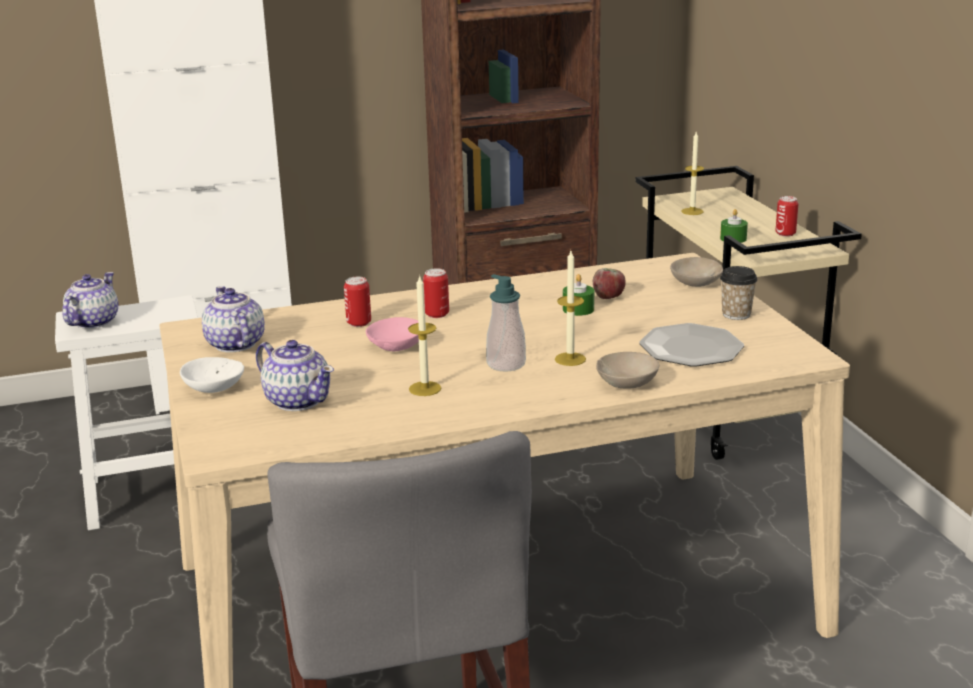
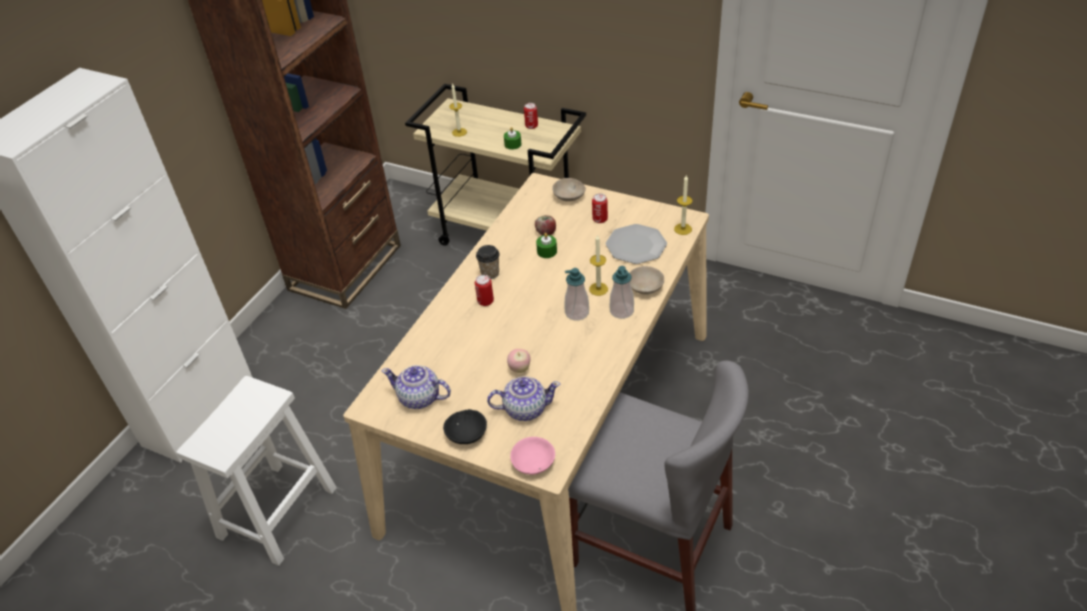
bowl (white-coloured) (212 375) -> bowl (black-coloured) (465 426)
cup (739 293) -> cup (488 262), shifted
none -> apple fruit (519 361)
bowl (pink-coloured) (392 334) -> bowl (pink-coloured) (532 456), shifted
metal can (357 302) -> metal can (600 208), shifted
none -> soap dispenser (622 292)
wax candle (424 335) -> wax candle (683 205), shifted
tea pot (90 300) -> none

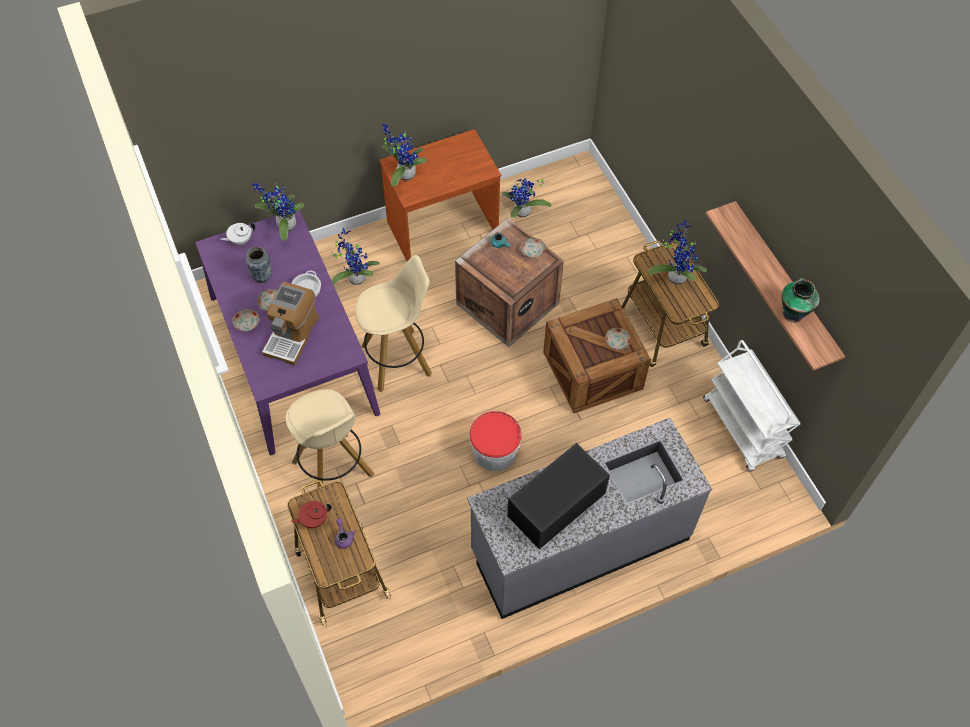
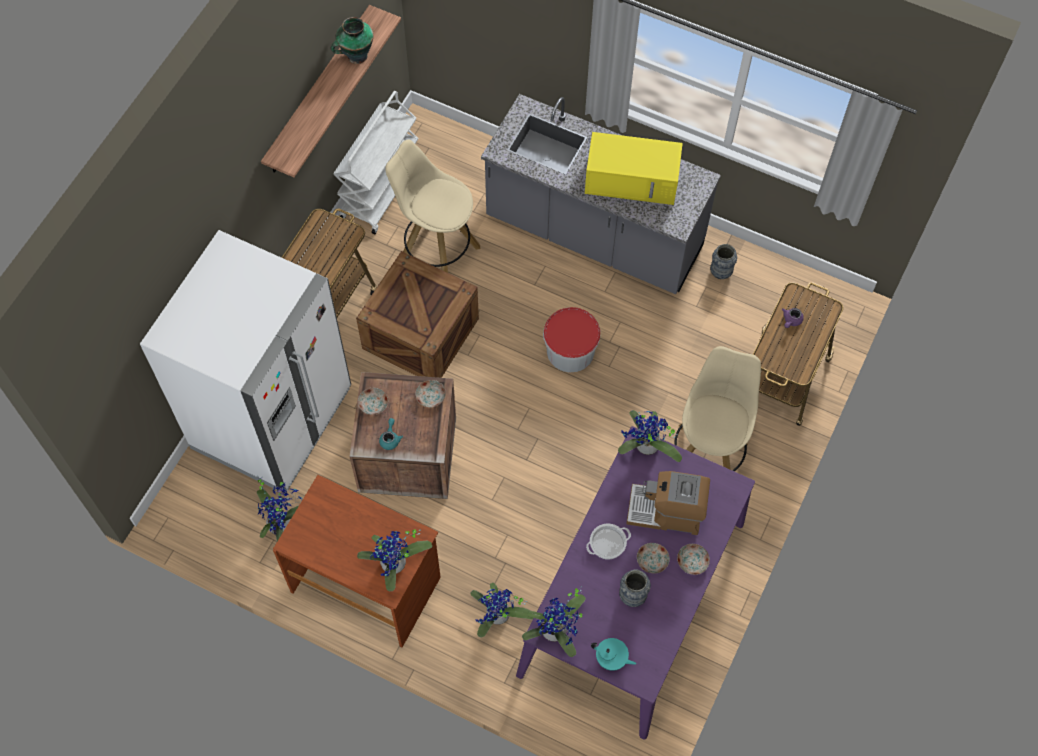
none -> refrigerator (white-coloured) (245 361)
sitting stool (sand-coloured) (393 323) -> sitting stool (sand-coloured) (432 206), shifted
plate (618 339) -> plate (430 393), shifted
kitchen microwave (black-coloured) (558 496) -> kitchen microwave (yellow) (634 168)
tea pot (white-coloured) (237 233) -> tea pot (blue-green) (613 654)
houseplant (677 252) -> houseplant (650 436), shifted
coffee machine (290 324) -> coffee machine (668 503), 150 degrees counterclockwise
none -> vase (723 261)
tea pot (red) (311 514) -> none

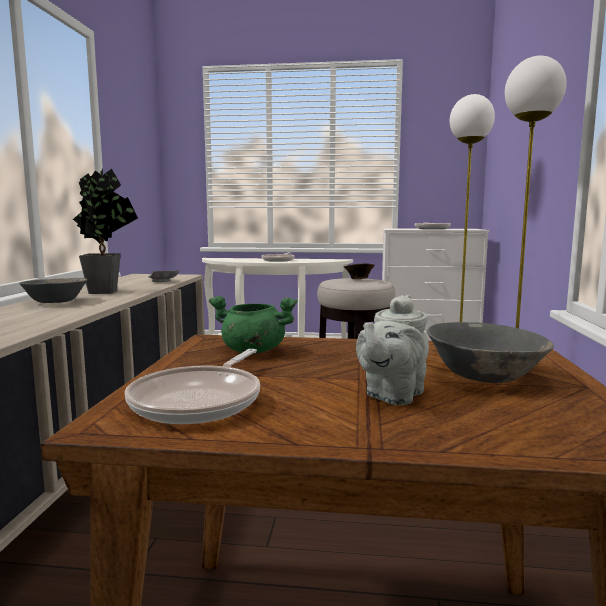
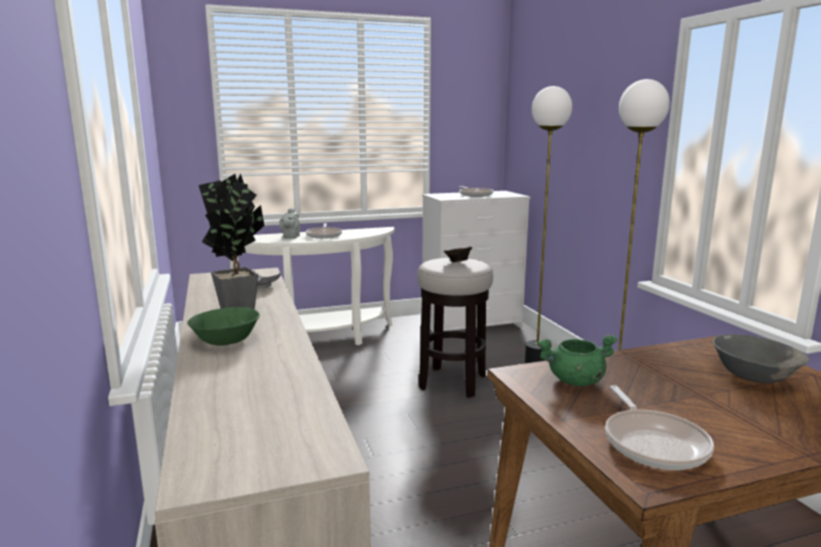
bowl (gray) (53 290) -> bowl (greenish) (223 326)
tea pot (gray) (392 350) -> tea pot (gray) (289 223), shifted

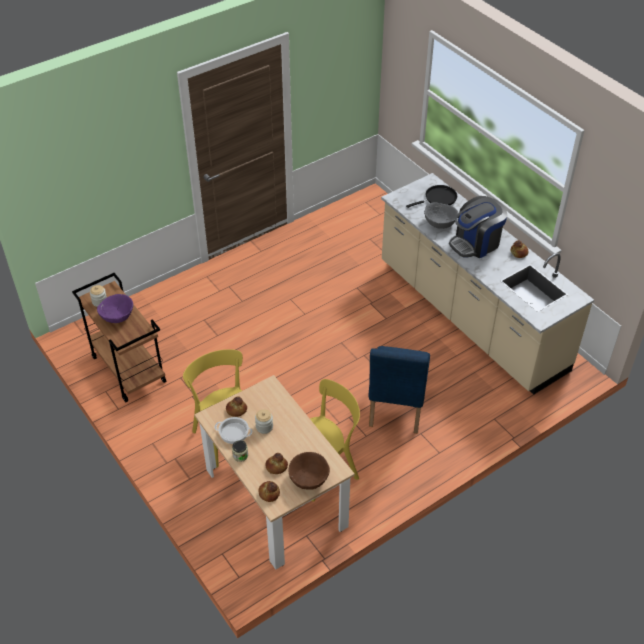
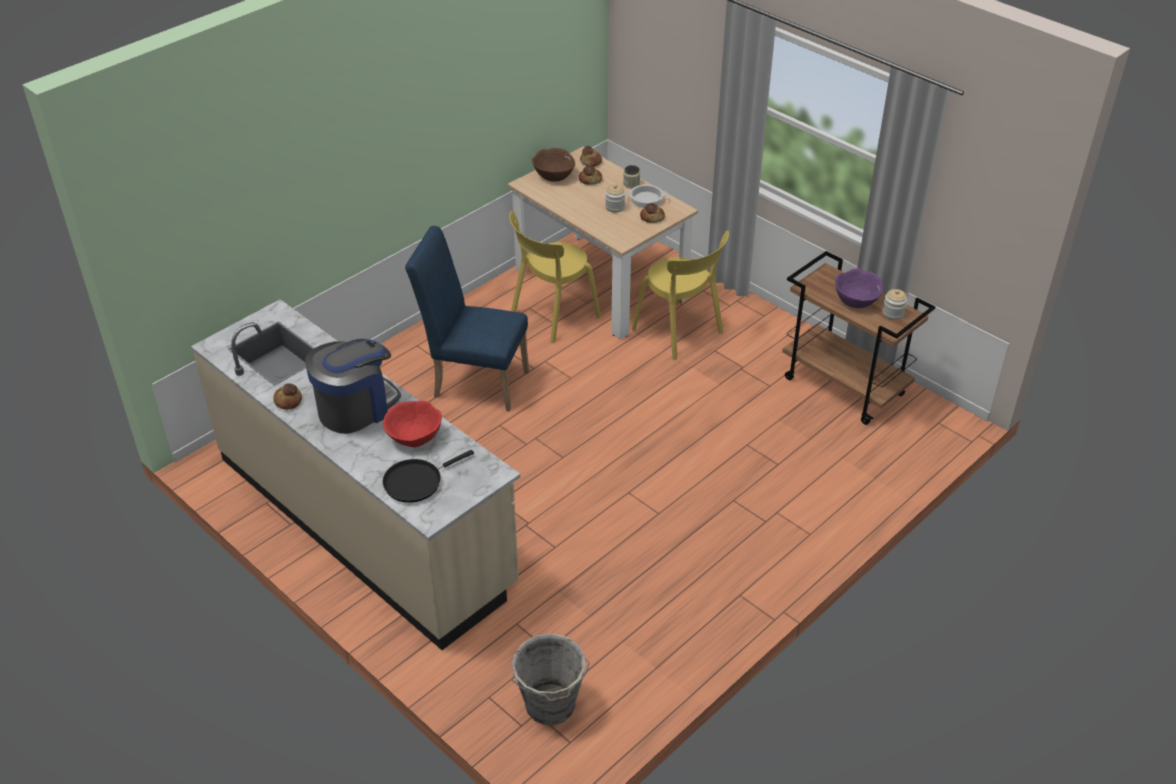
bowl (gray) (441 215) -> bowl (red) (412 424)
upright chair (bluish) (399 390) -> upright chair (bluish) (467 319), 75 degrees counterclockwise
none -> water bucket (gray) (551 679)

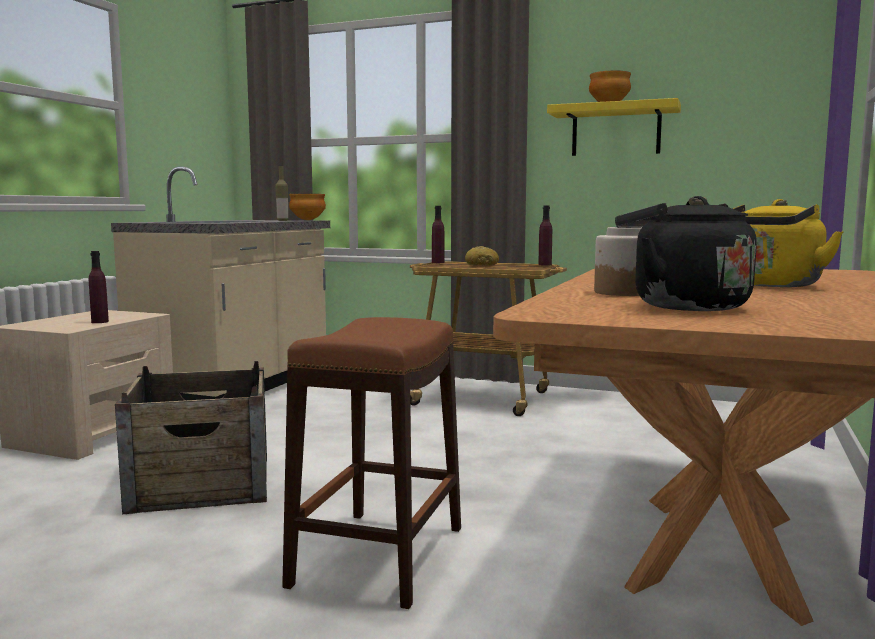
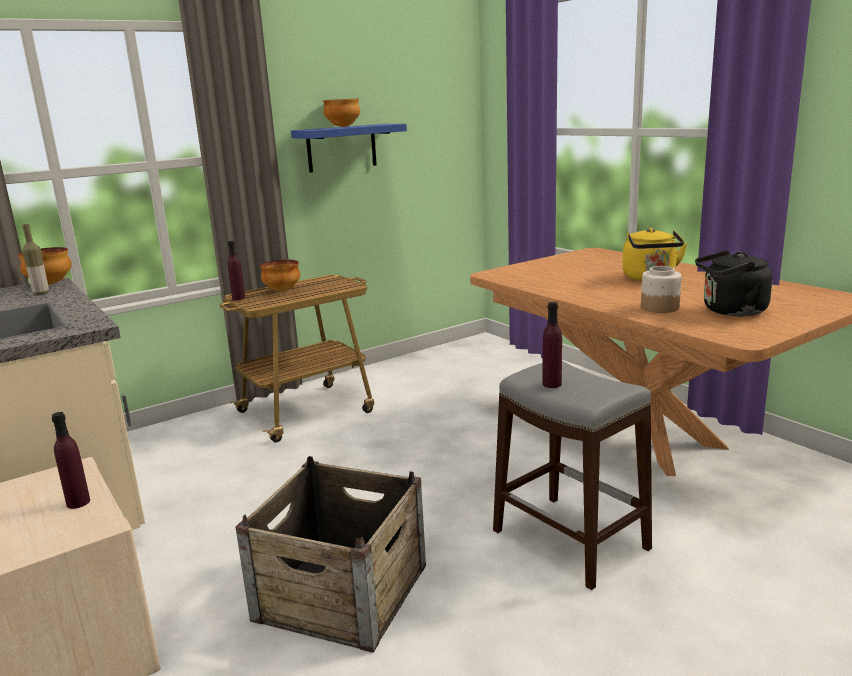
baked bread (482 255) -> bowl (280 275)
shelf (yellow) (614 127) -> shelf (bluish) (349 148)
sitting stool (brownish) (371 463) -> sitting stool (gray) (572 475)
bottle (purple-coloured) (545 235) -> bottle (purple-coloured) (552 345), shifted

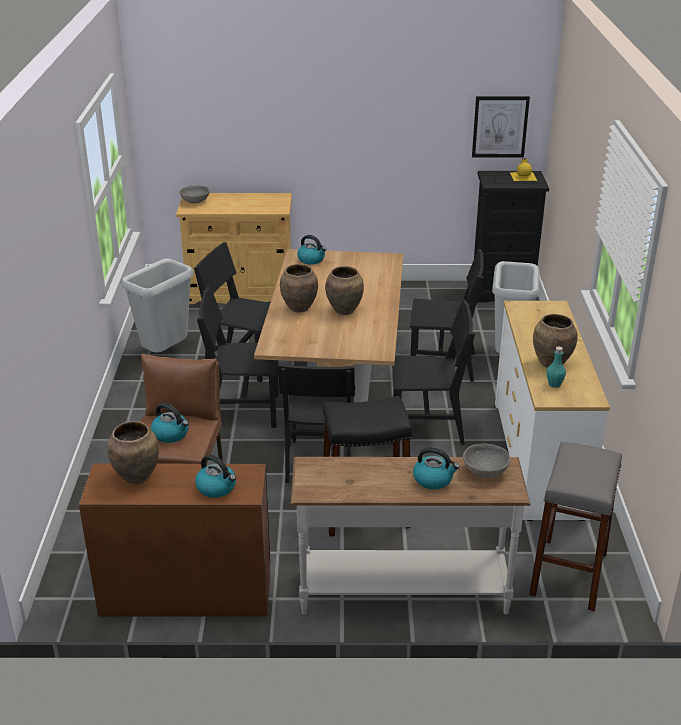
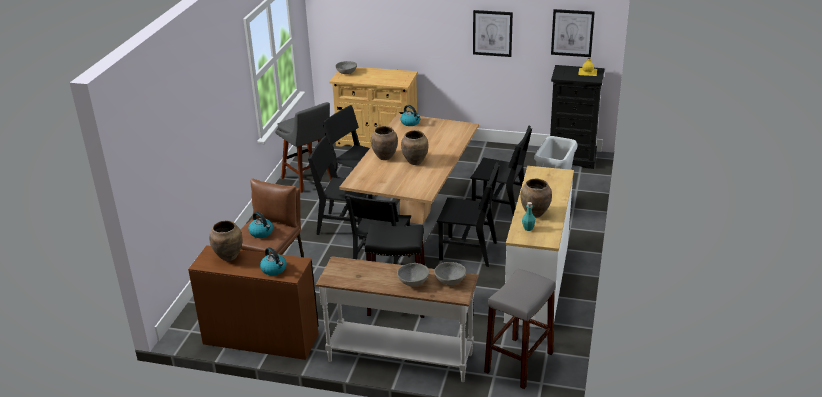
rubbish bin (gray) (157 306) -> sitting stool (gray) (303 147)
water kettle (436 468) -> bowl (gray) (413 274)
none -> picture (493 33)

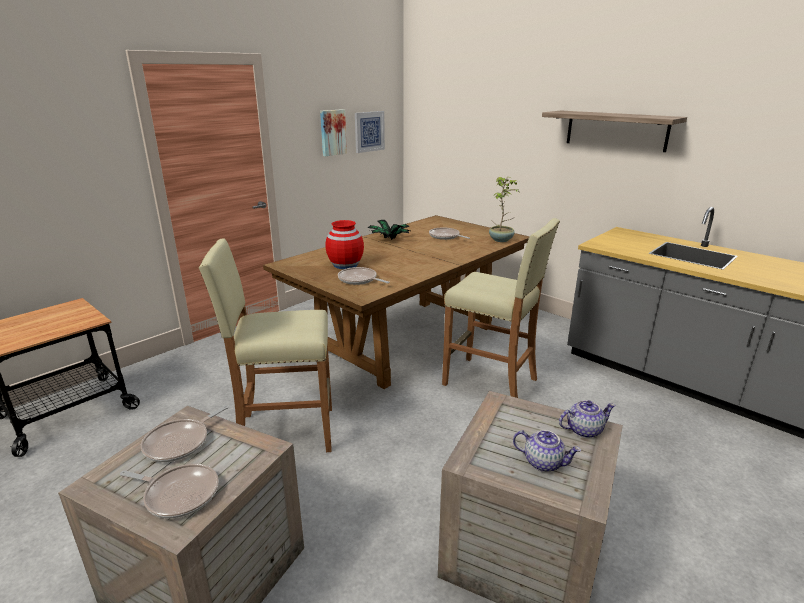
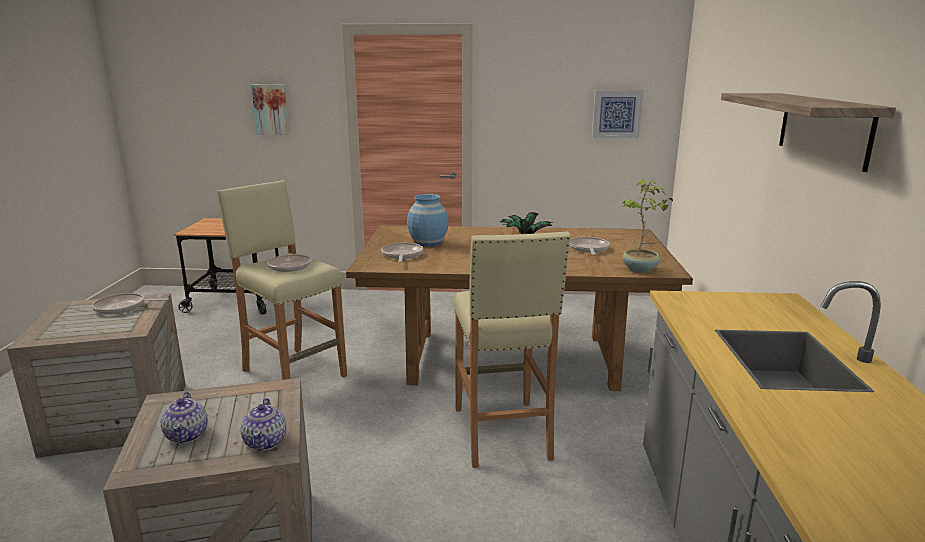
tea pot (587 419) -> tea pot (263 424), 45 degrees clockwise
picture (333 132) -> picture (270 110), shifted
skillet (169 491) -> skillet (289 260), shifted
vase (red) (344 244) -> vase (bluish) (428 220)

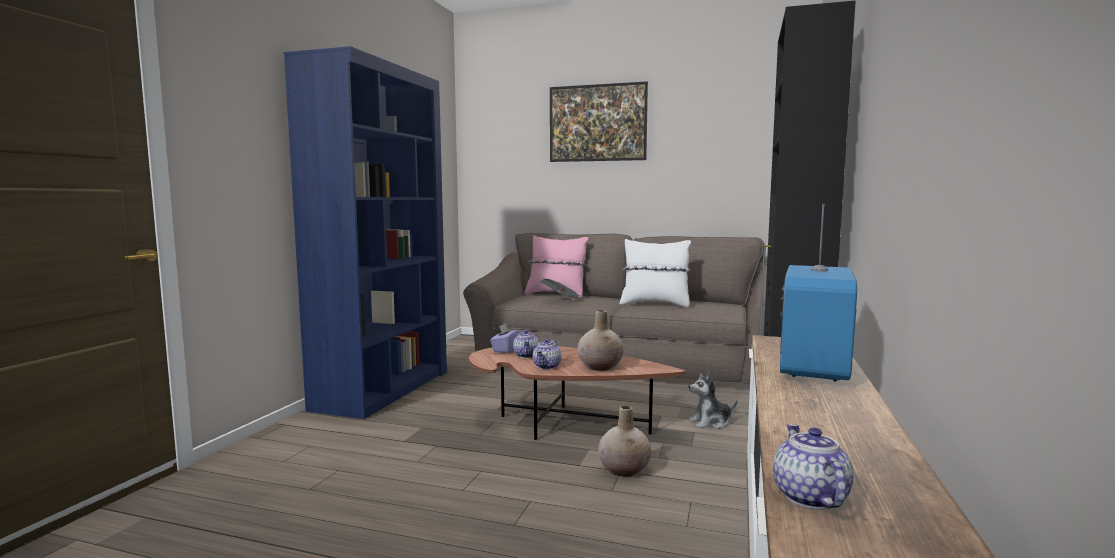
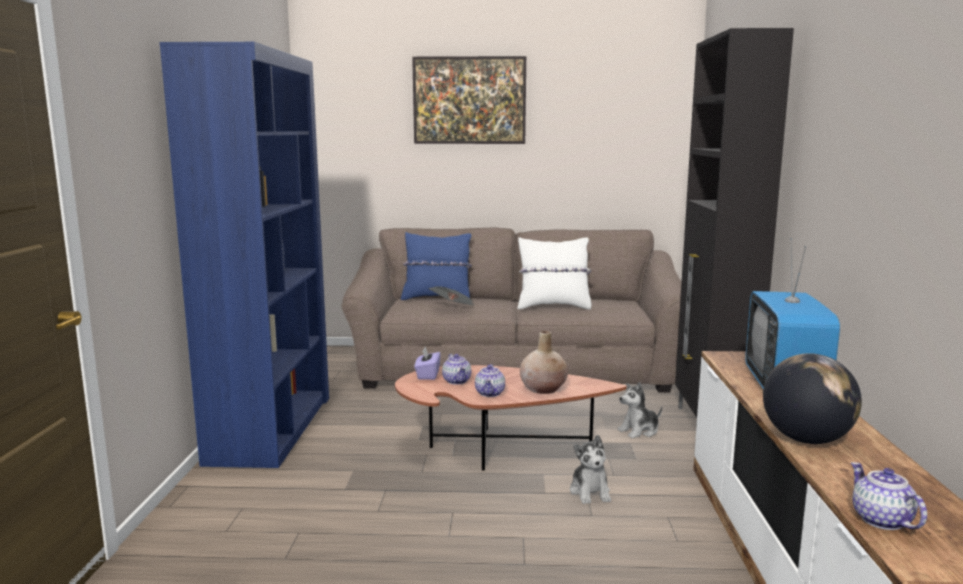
throw pillow (pink-coloured) (556 267) -> throw pillow (bluish) (436 266)
vase (sand-coloured) (624 441) -> soft toy (590 469)
none -> world globe (812 398)

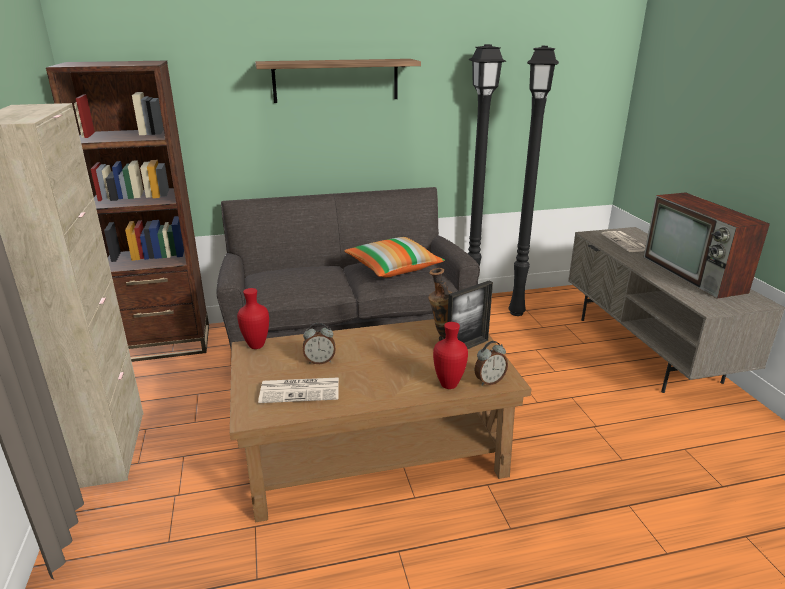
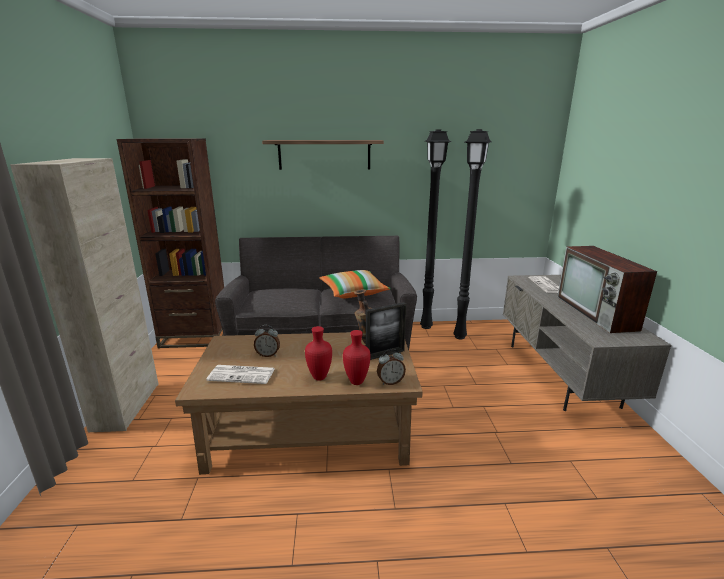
vase (red) (253 318) -> vase (red) (318 353), shifted

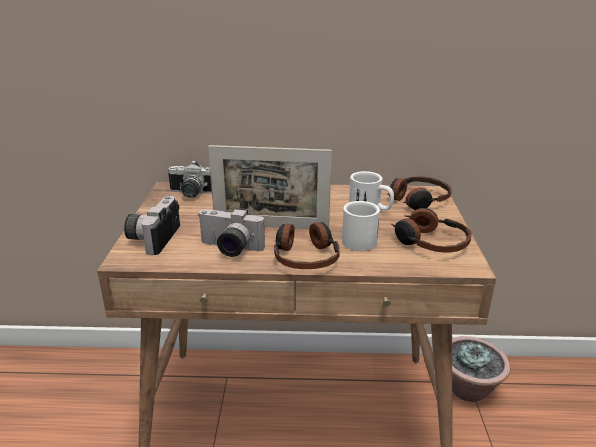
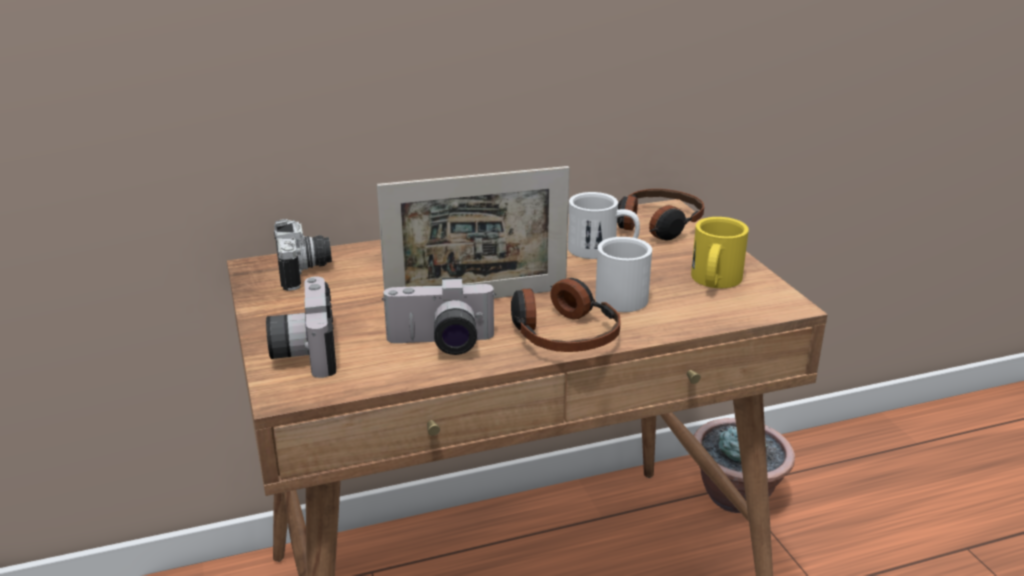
photo camera (190 179) -> photo camera (303 255), 90 degrees counterclockwise
pair of headphones (431 230) -> coffee mug (yellow) (720 252)

